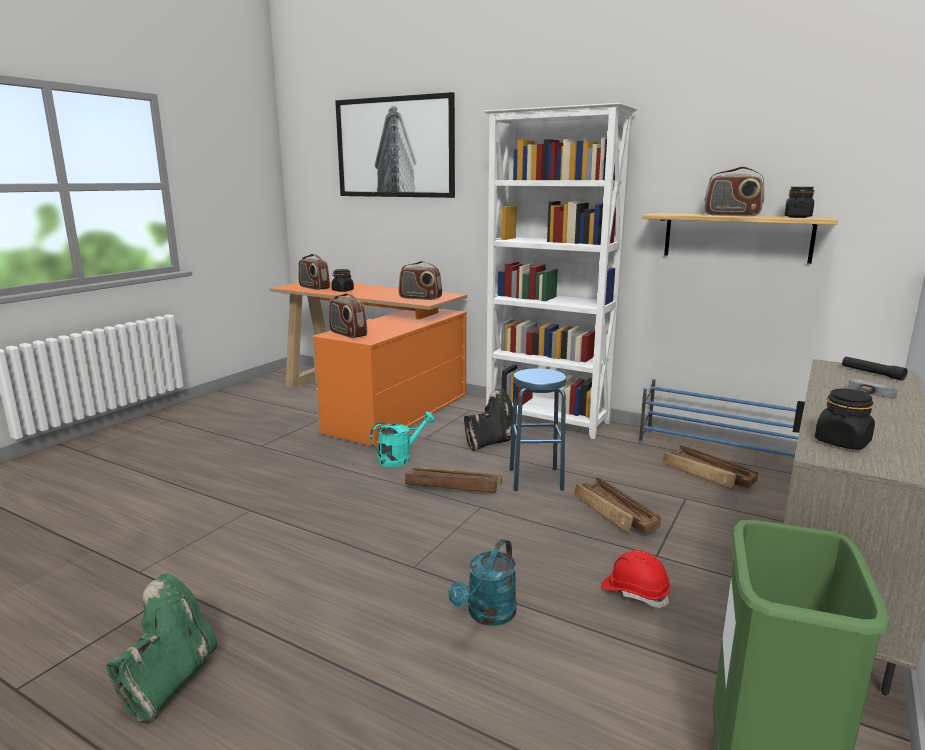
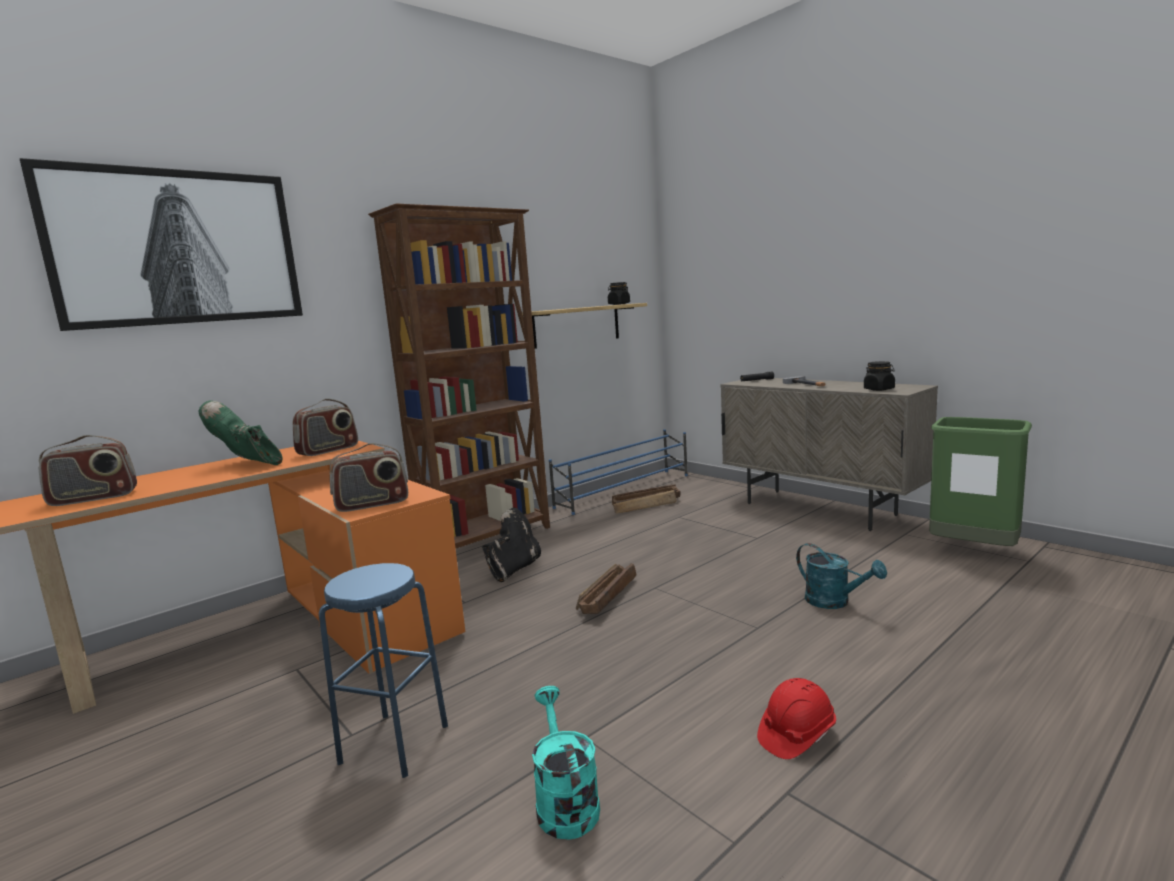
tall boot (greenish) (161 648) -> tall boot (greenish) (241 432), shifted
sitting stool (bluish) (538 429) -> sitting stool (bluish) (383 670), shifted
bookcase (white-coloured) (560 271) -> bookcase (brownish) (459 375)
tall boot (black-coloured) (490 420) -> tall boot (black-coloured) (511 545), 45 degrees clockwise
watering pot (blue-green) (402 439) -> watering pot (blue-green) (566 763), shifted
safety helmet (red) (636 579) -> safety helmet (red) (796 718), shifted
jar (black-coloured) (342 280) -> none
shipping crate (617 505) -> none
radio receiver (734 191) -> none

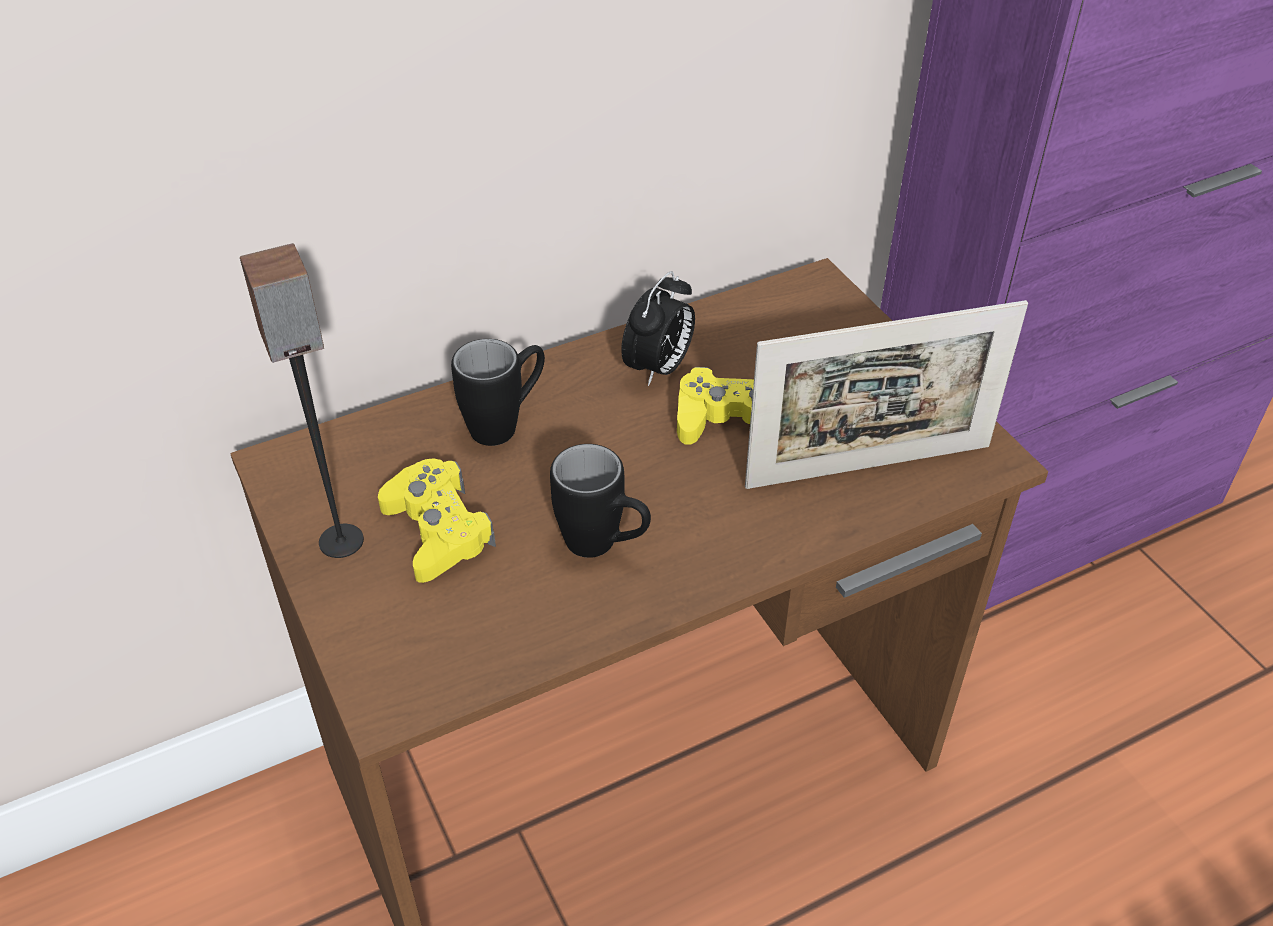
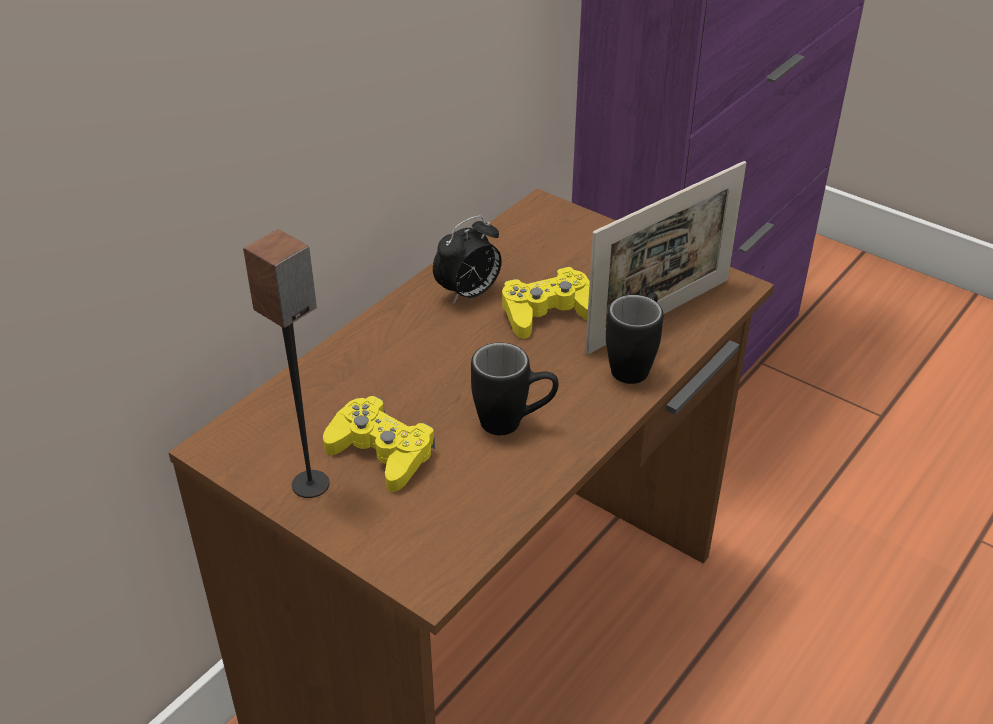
table clock (658 328) -> table clock (467 259), 45 degrees clockwise
coffee mug (black-coloured) (498 392) -> coffee mug (black-coloured) (634 338), shifted

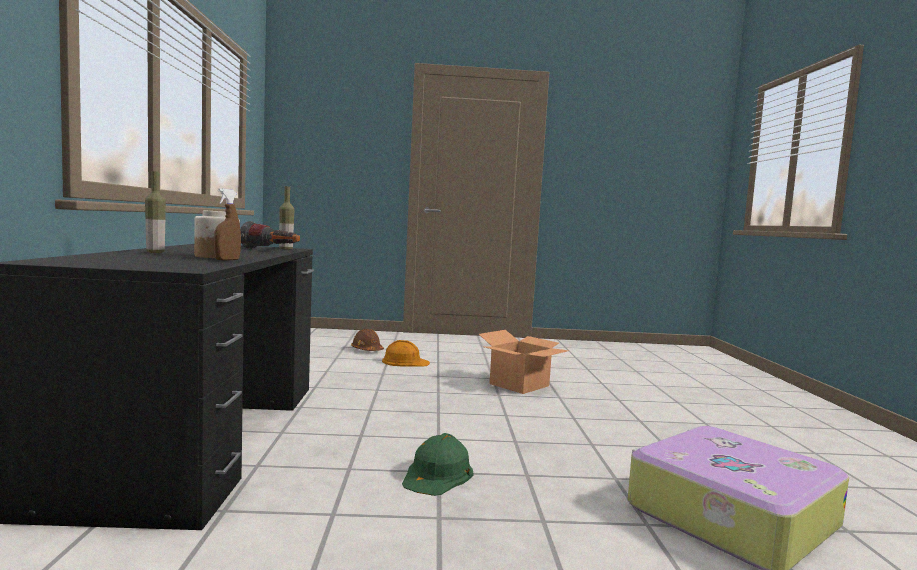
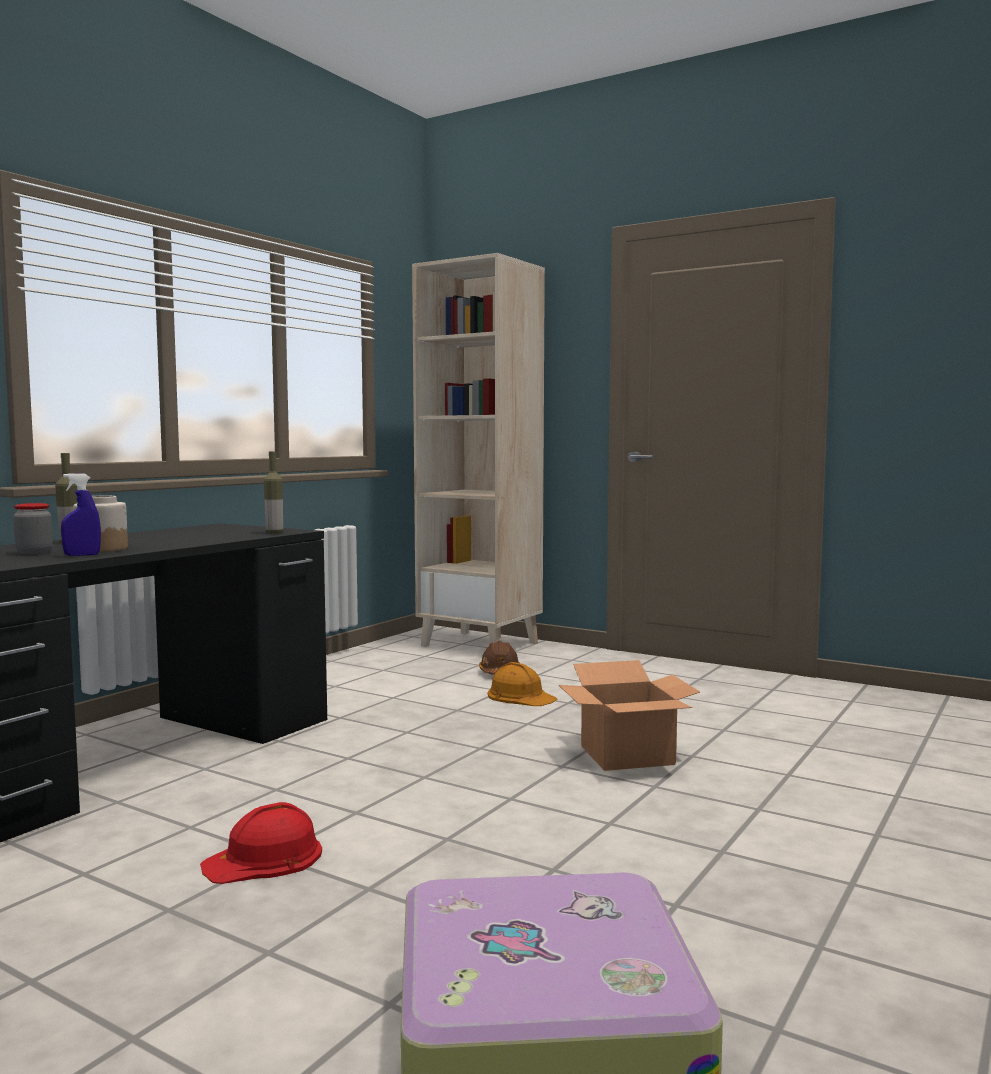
none -> jar (33 528)
sprayer (brownish) (227 224) -> sprayer (bluish) (81 514)
safety helmet (greenish) (437 464) -> safety helmet (red) (261 843)
none -> bookcase (sand-coloured) (478 450)
flashlight (270 235) -> none

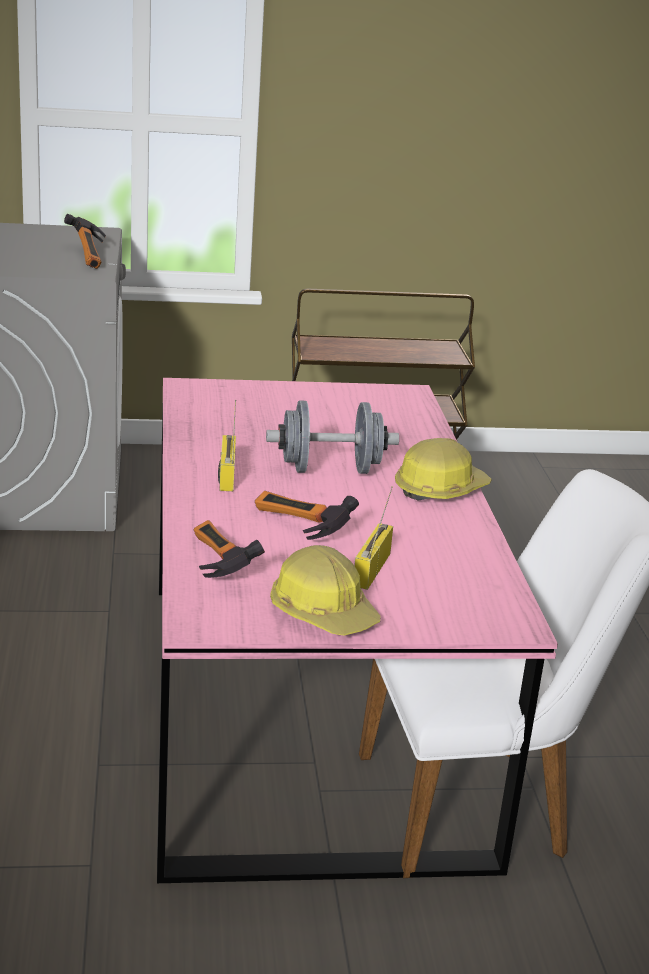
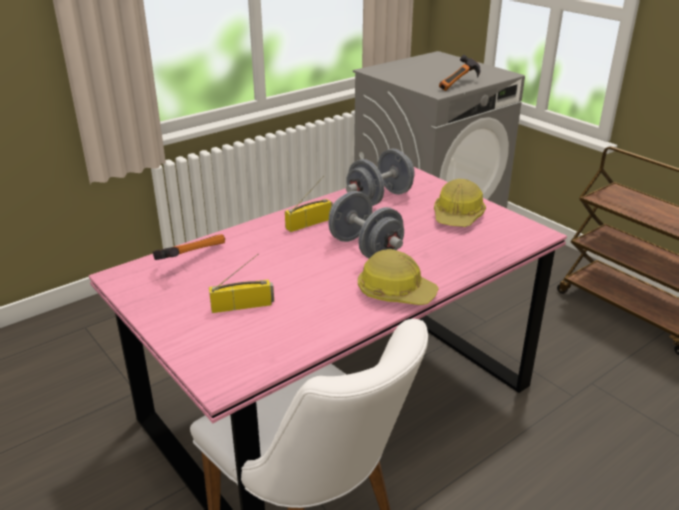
none -> hand weight (gray) (380 177)
safety helmet (325 590) -> safety helmet (460 203), shifted
hand hammer (307 515) -> none

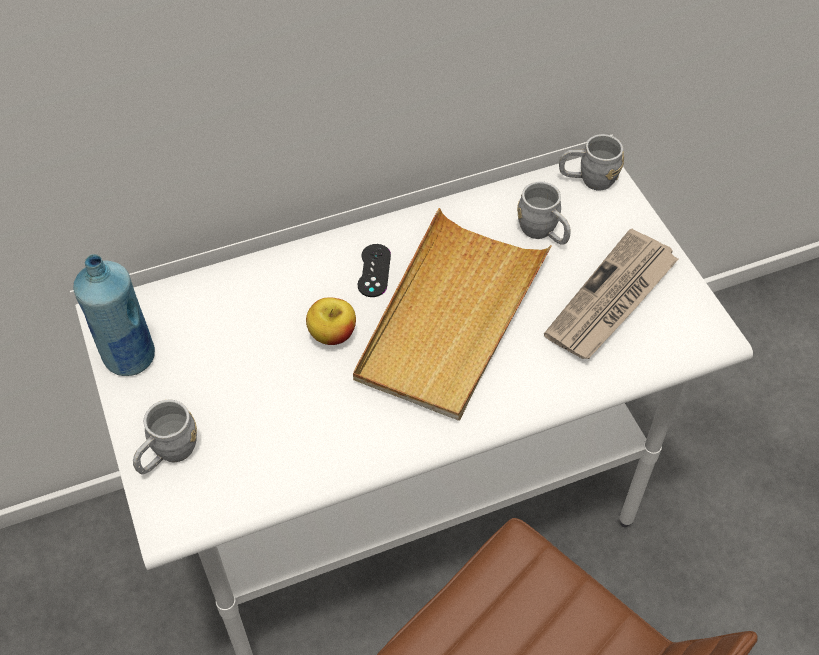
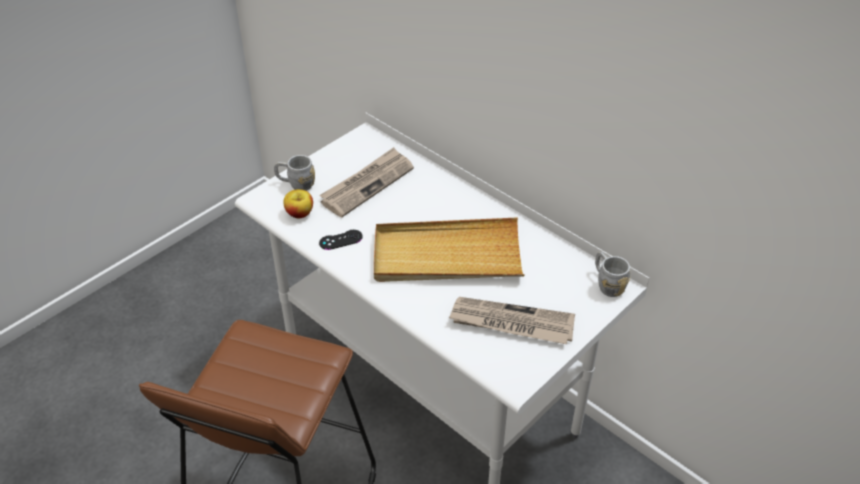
apple fruit (331 321) -> apple fruit (298 203), shifted
none -> daily paper (366 182)
gamepad (black-coloured) (374 270) -> gamepad (black-coloured) (341 240), shifted
bottle (bluish) (114 315) -> none
coffee mug (gray) (544 213) -> none

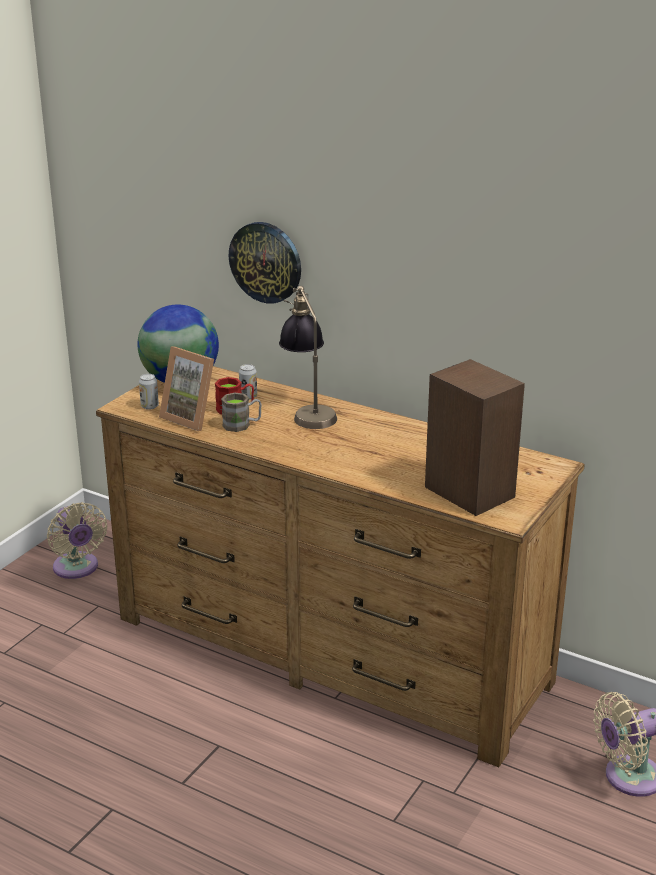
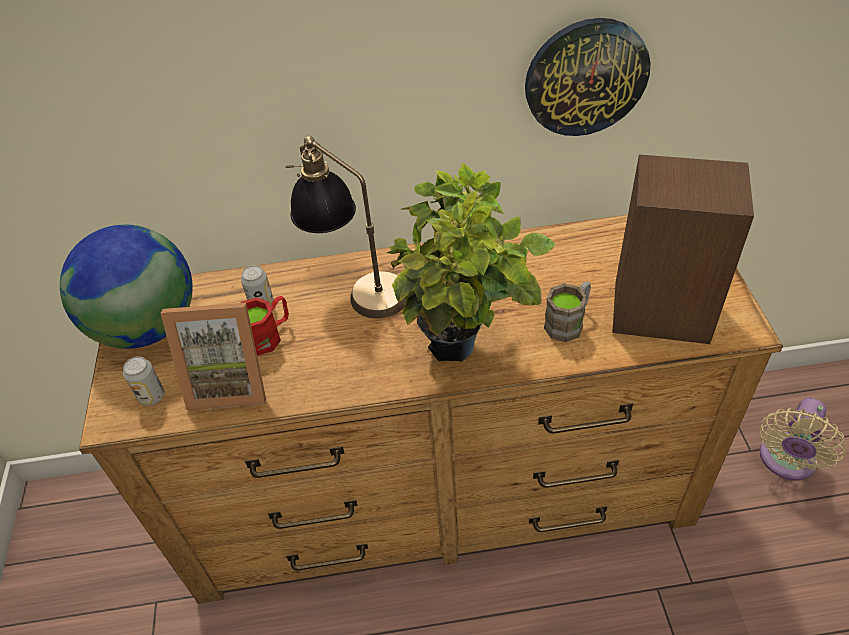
none -> houseplant (471 262)
wall clock (265 263) -> wall clock (588 77), shifted
coffee mug (brownish) (241 412) -> coffee mug (brownish) (567 311), shifted
cooling fan (sand-coloured) (77 540) -> none

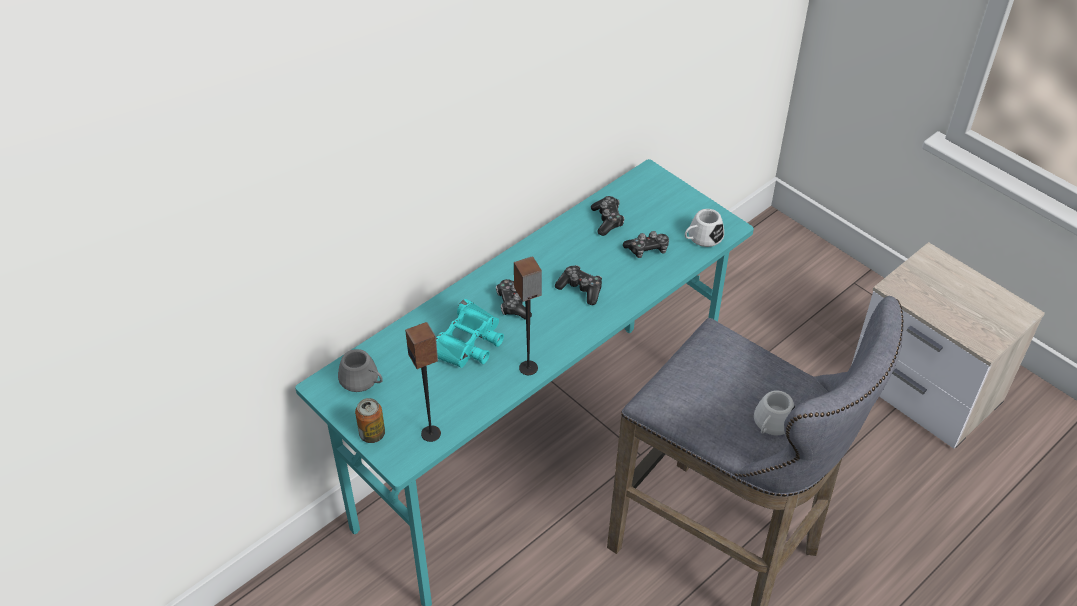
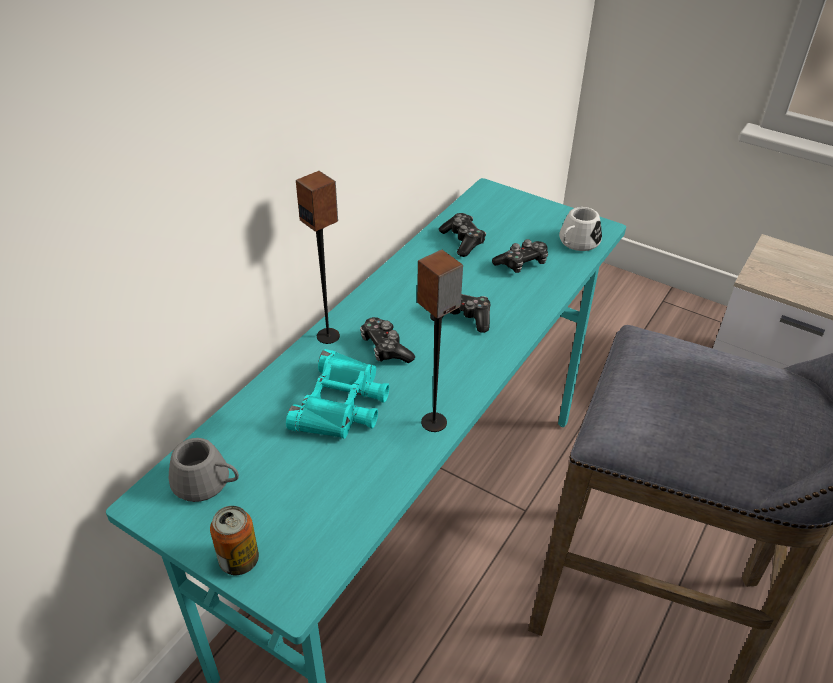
audio speaker (423 382) -> audio speaker (318 257), shifted
coffee mug (white-coloured) (774 412) -> none

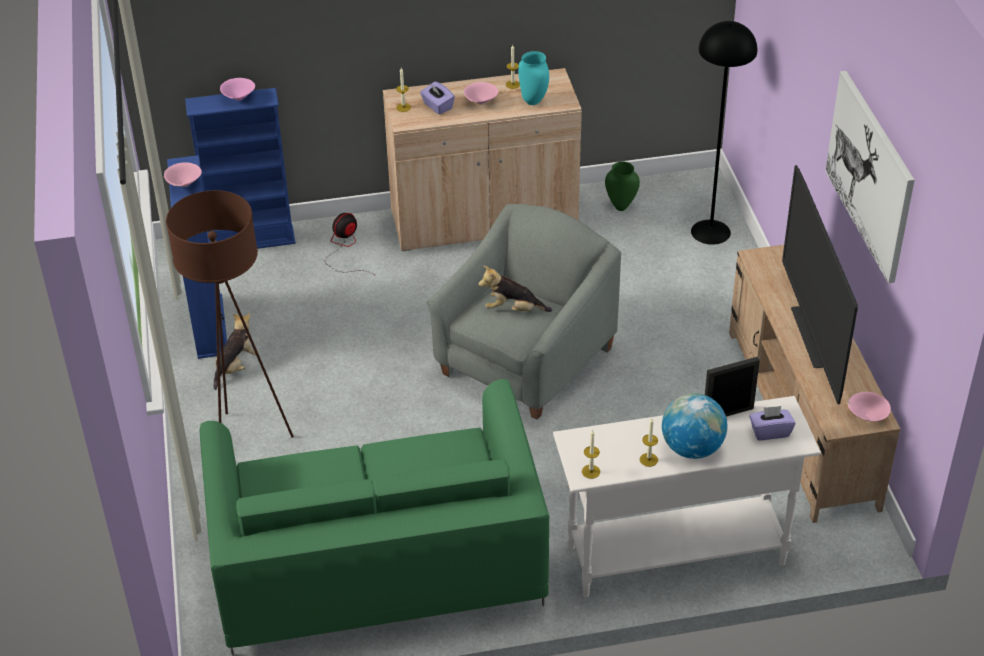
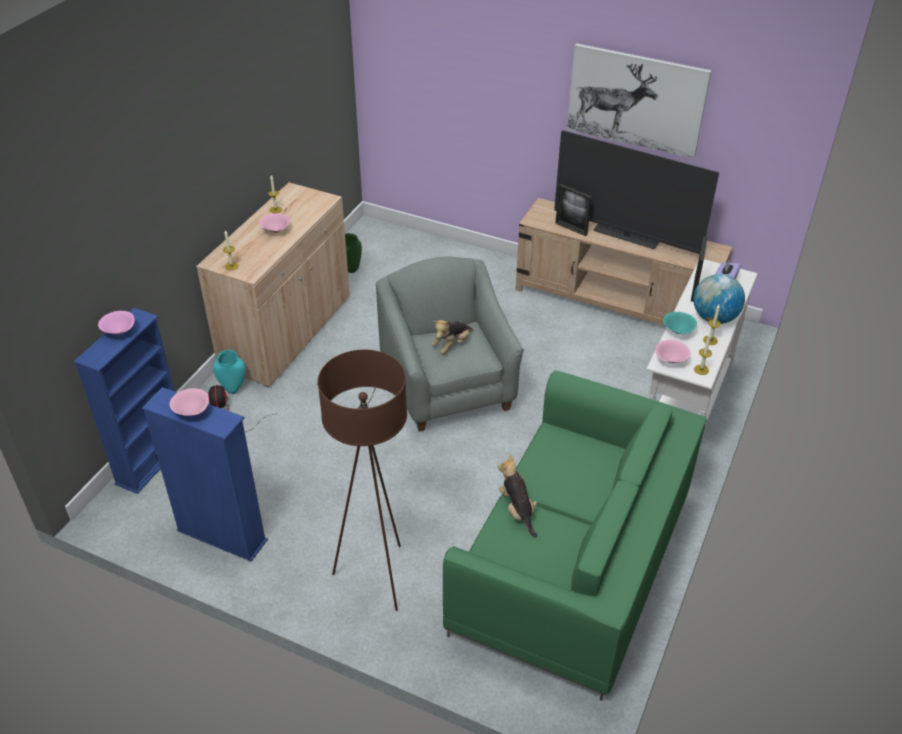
vase (blue-green) (533 78) -> vase (blue-green) (229 372), shifted
soft toy (236 351) -> soft toy (517 496), shifted
none -> picture frame (573 210)
bowl (pink-coloured) (869 406) -> bowl (pink-coloured) (672 351), shifted
none -> bowl (blue-green) (680 323)
box of tissues (purple-coloured) (437 98) -> none
standard lamp (black-coloured) (724 133) -> none

